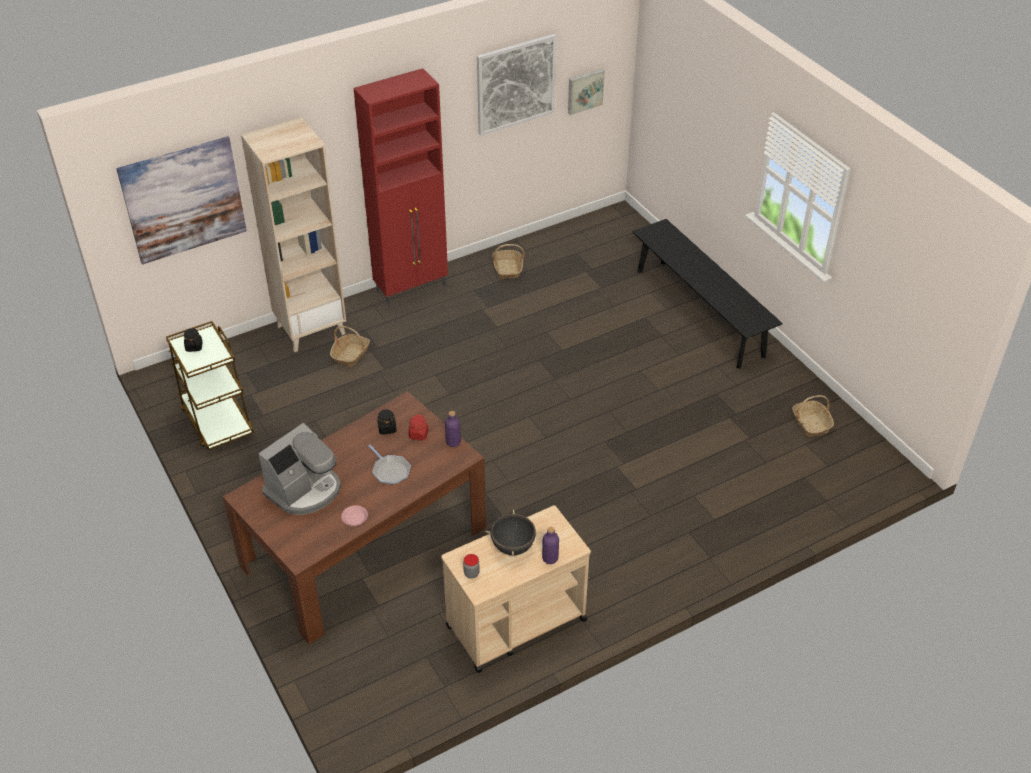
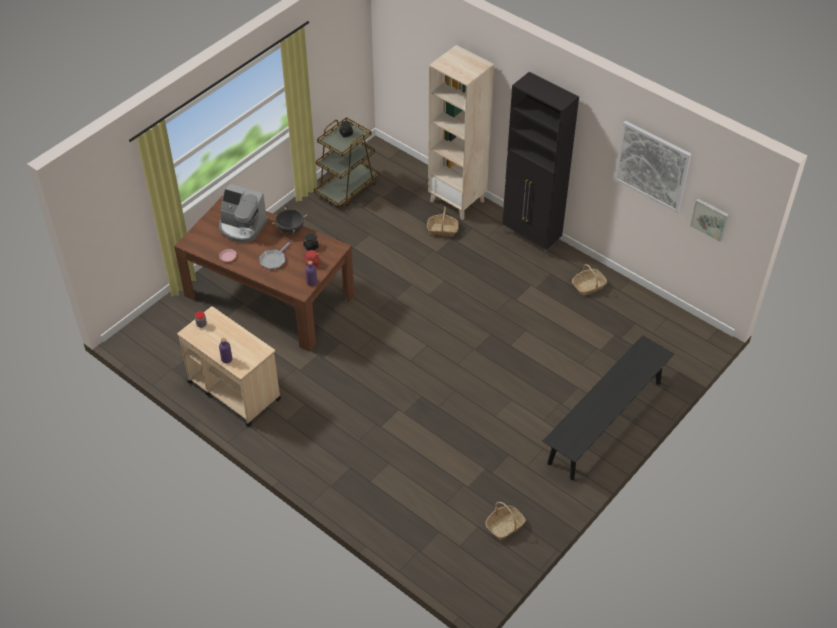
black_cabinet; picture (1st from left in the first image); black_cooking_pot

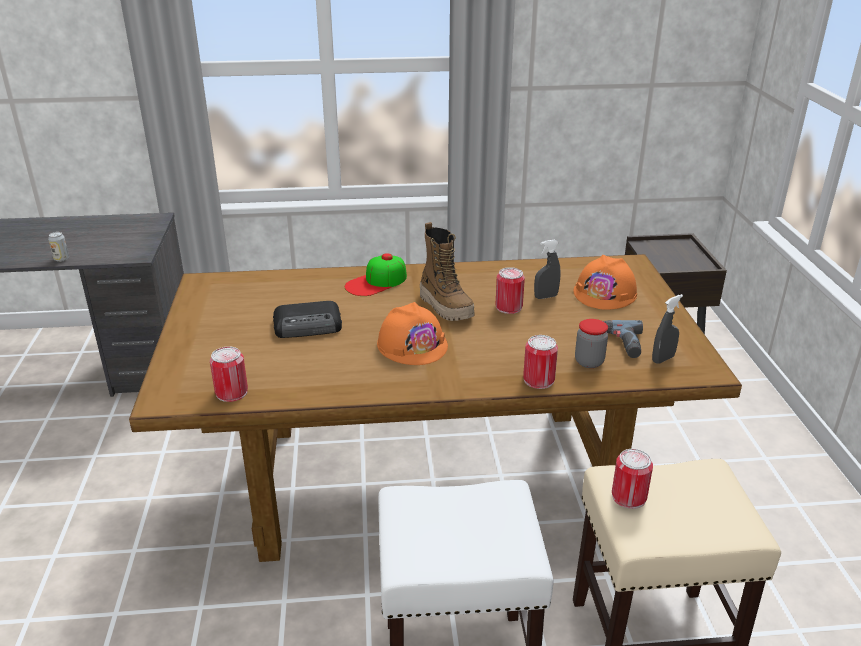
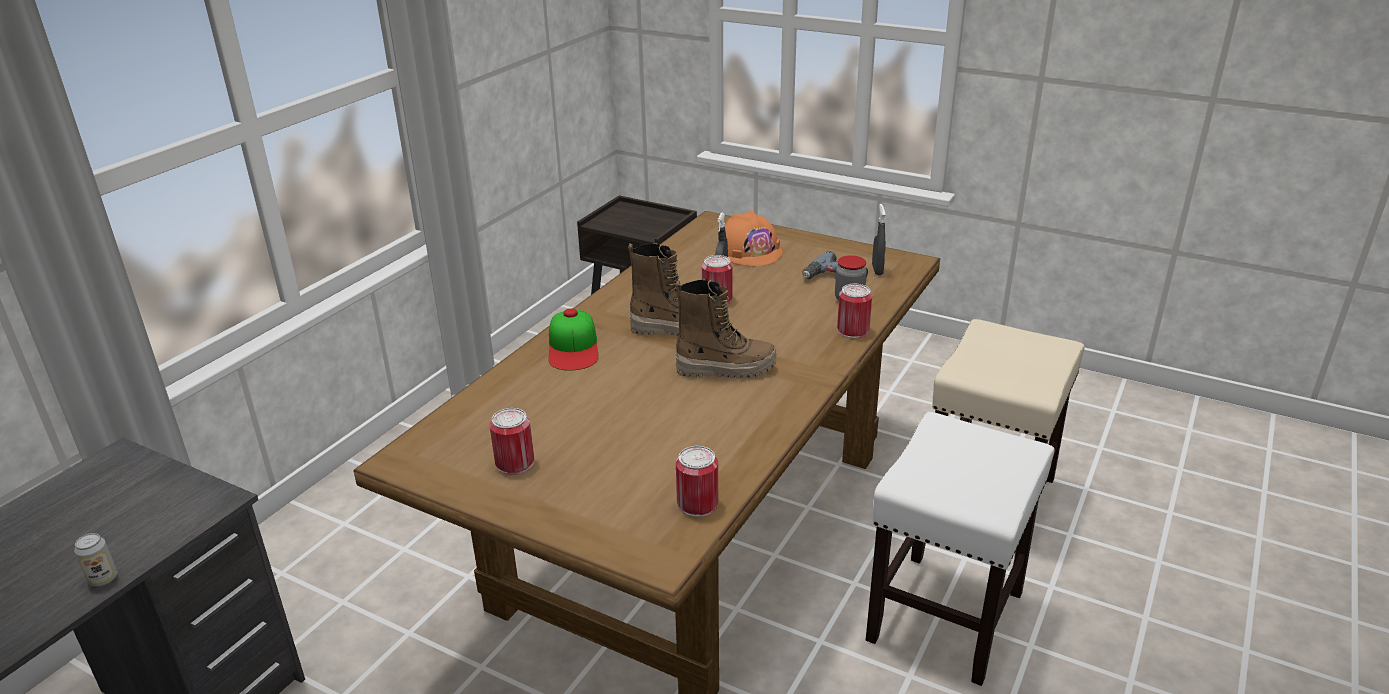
radio; boot (2nd from left); can (2nd from left)

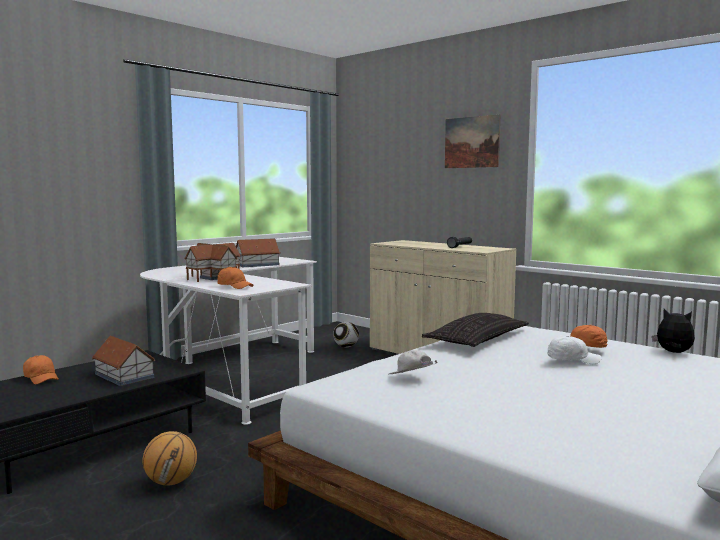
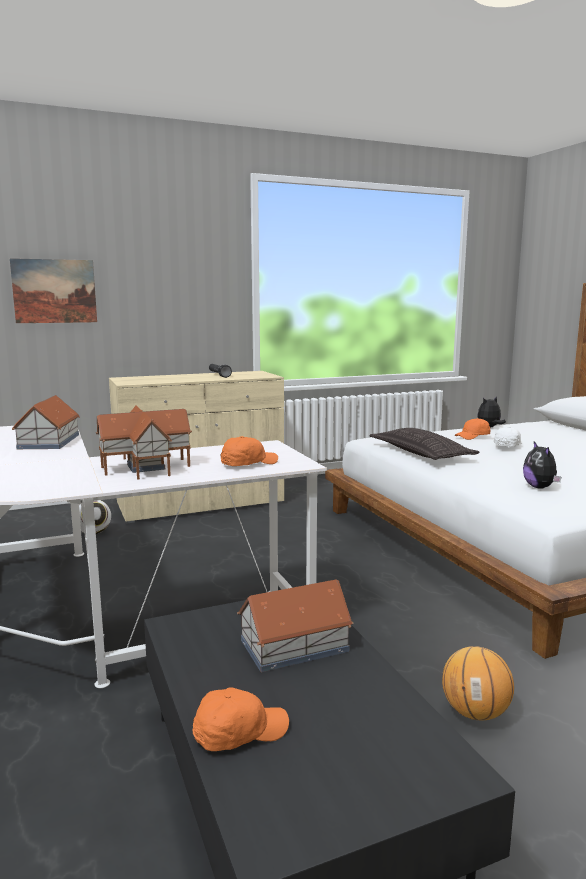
picture; plush_toy (2nd from left)

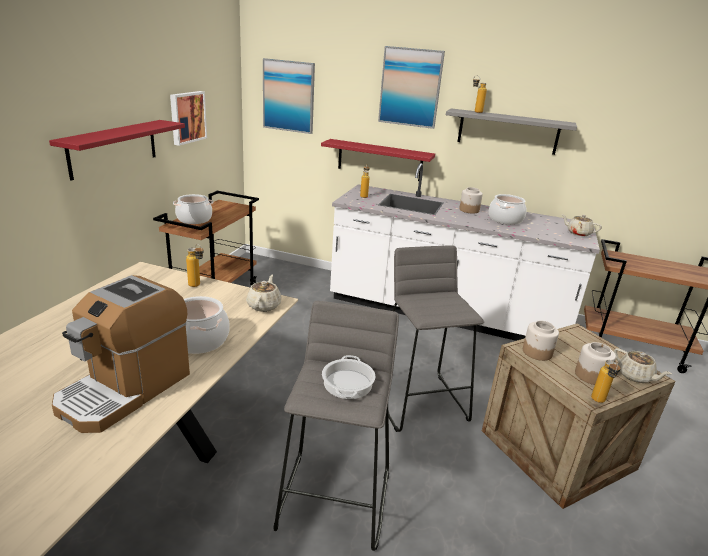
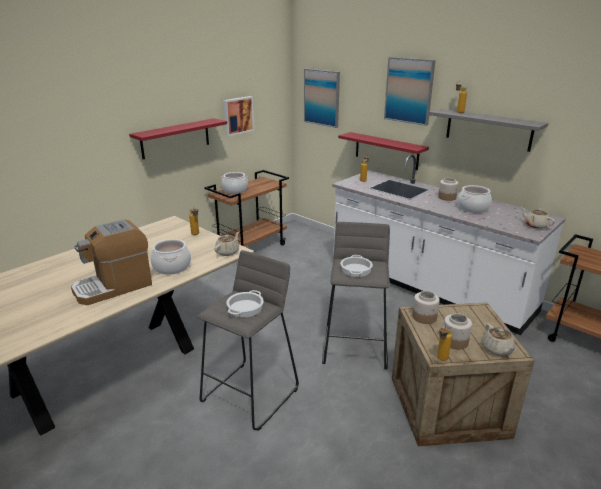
cooking_pot (4th from left)

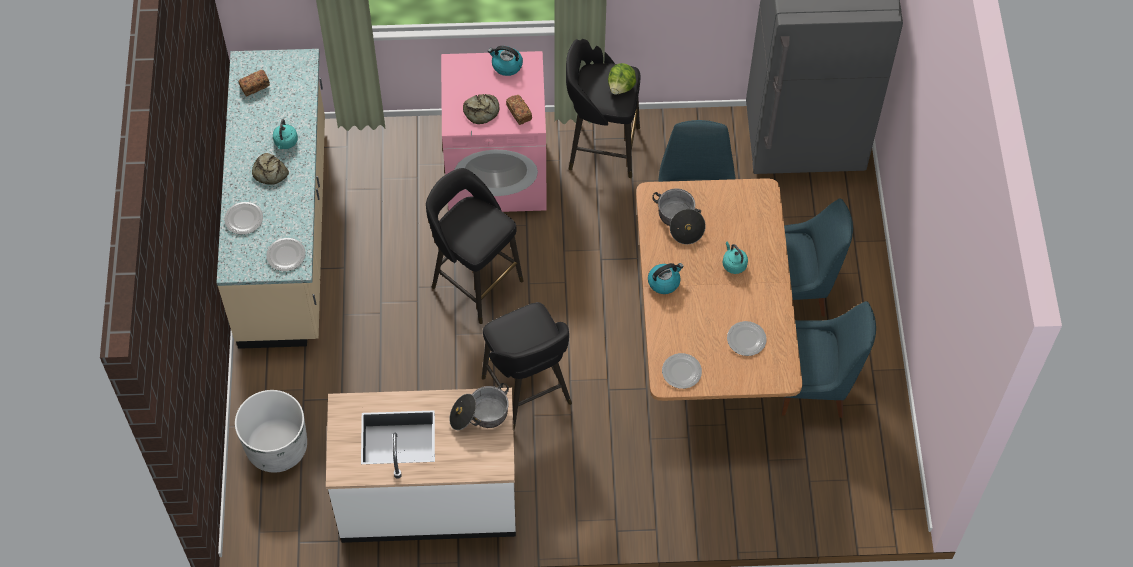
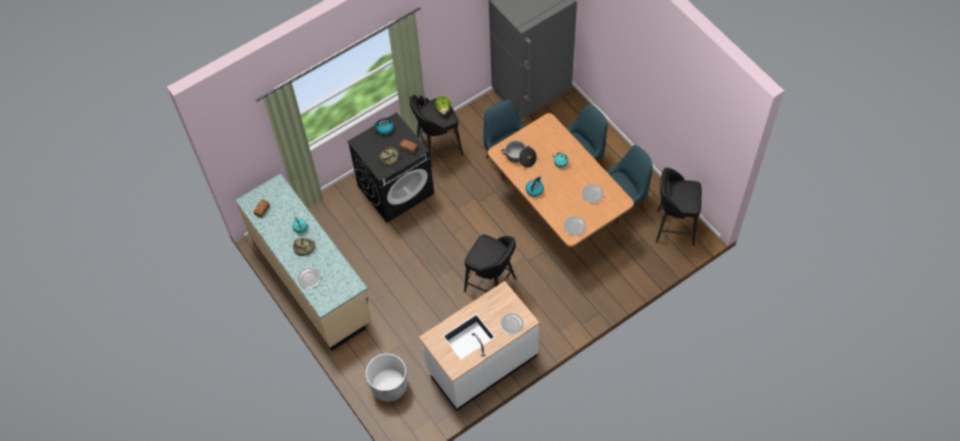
black_washing_machine; black_stool (3rd from left); plate (2nd from left); cooking_pot (1st from left in the first image)

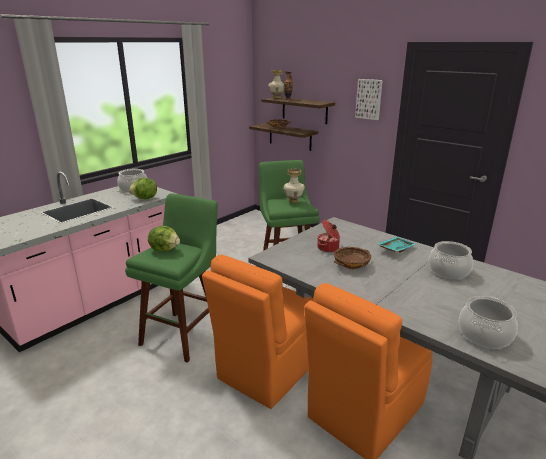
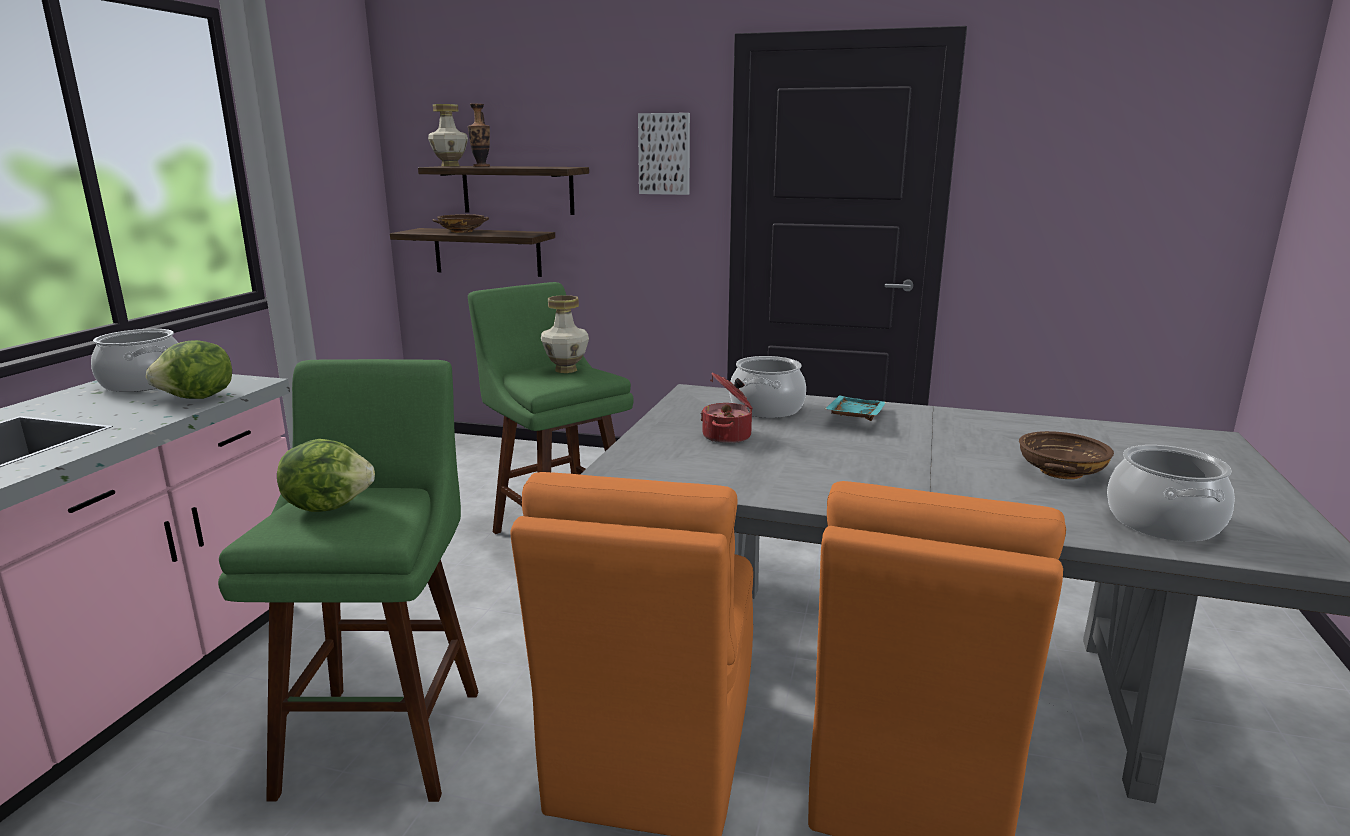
cooking_pot (3rd from left); brown_bowl (2nd from left)

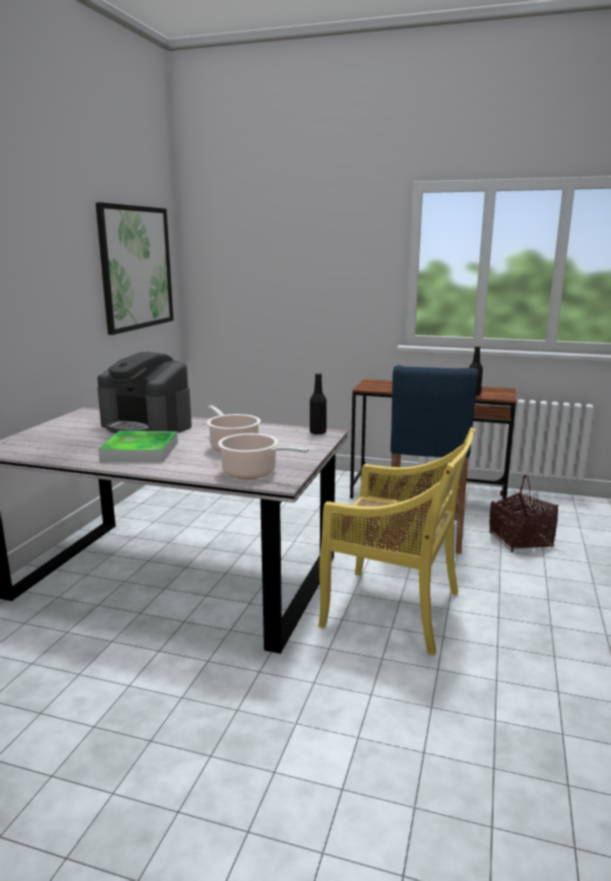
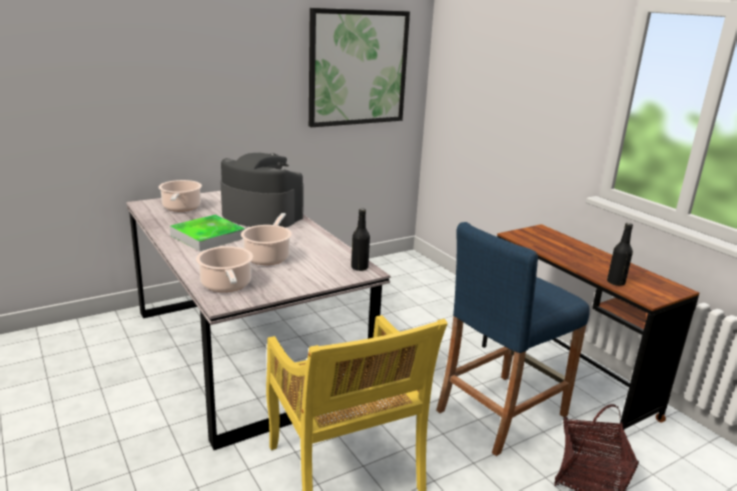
coffee_machine; cooking_pot (1st from left)

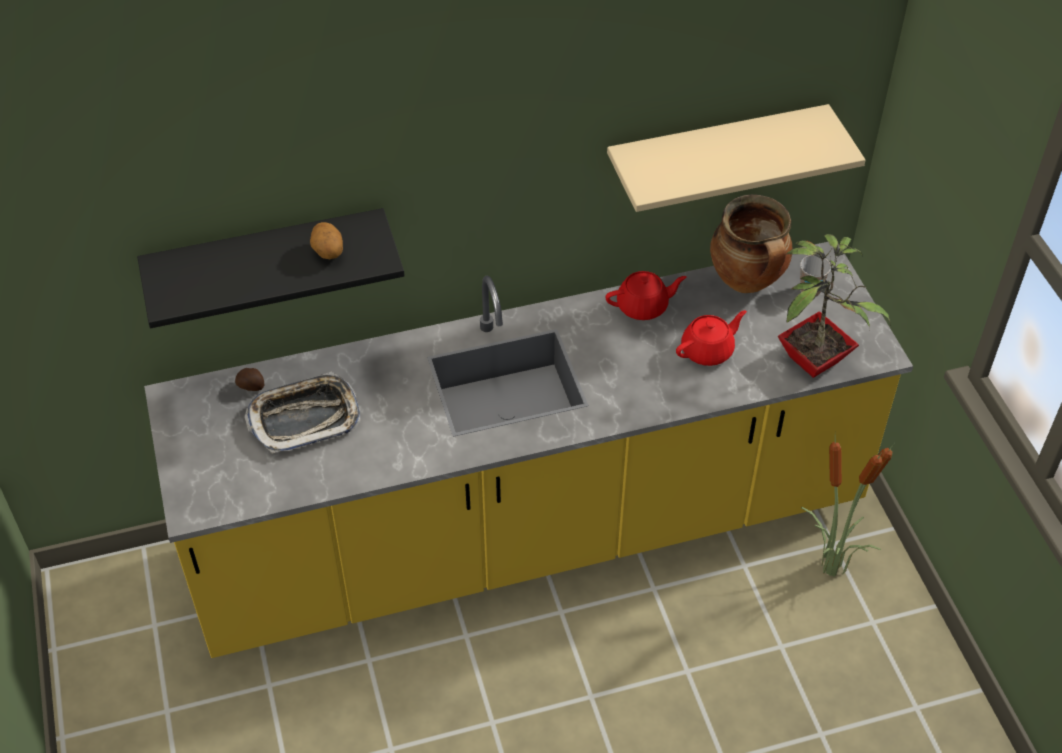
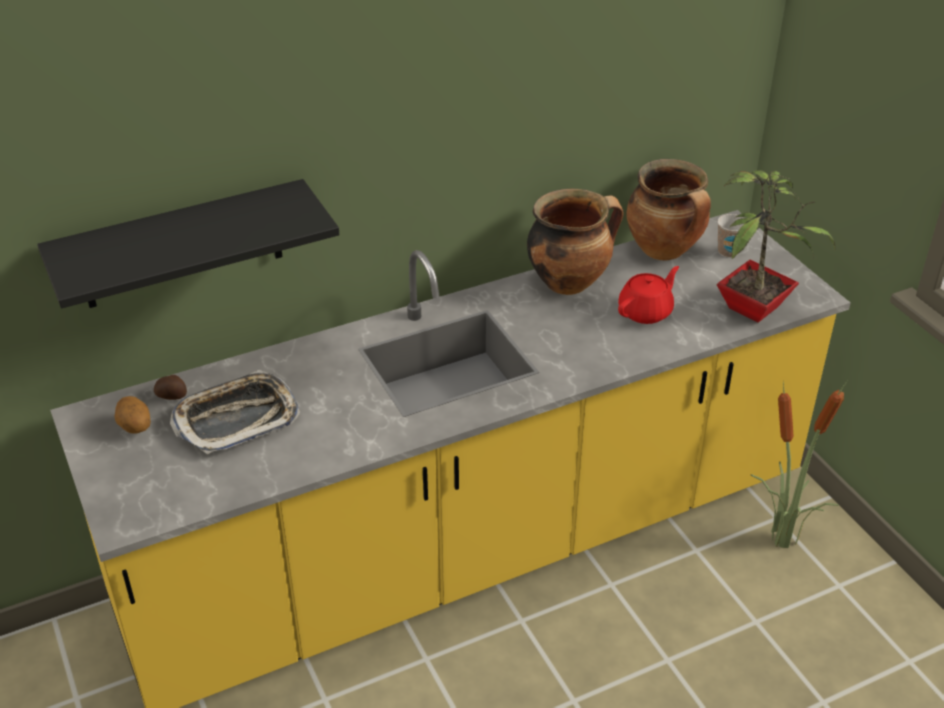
beige_shelf; potato (1st from left); cooking_pot (1st from left)

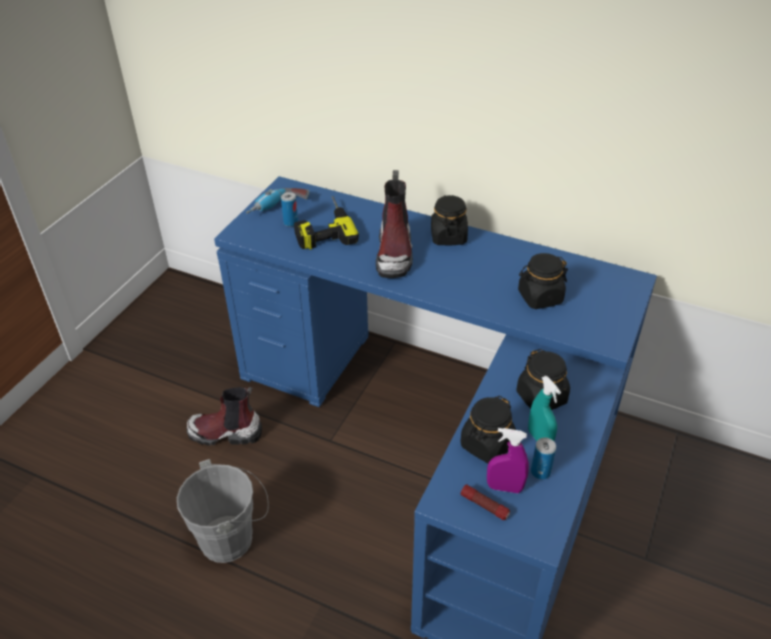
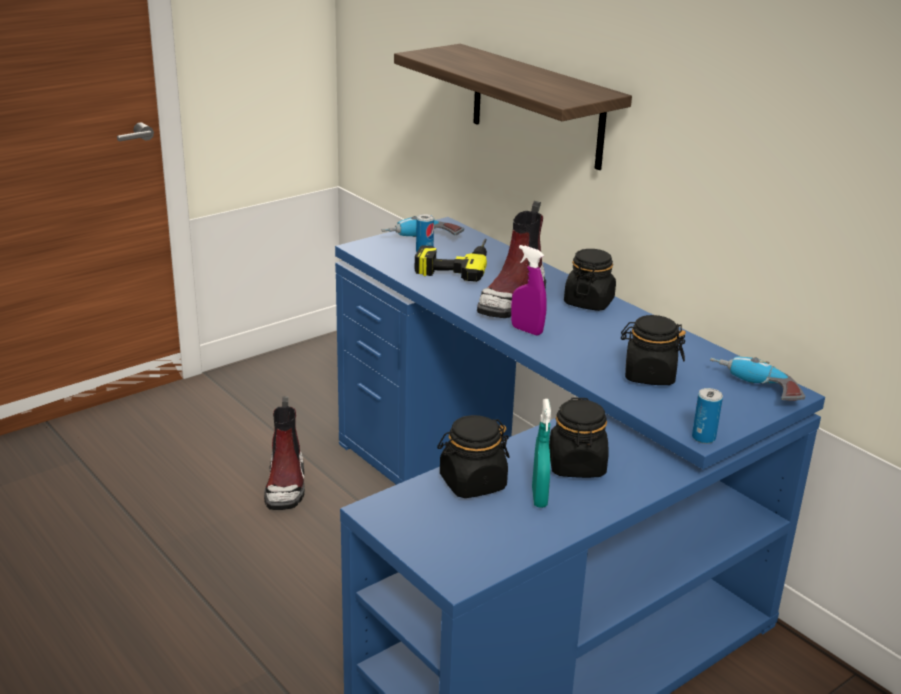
boot (1st from left); purple_spray_bottle; can (2nd from left); grey_bucket; flashlight; shelf; power_drill (3rd from left)

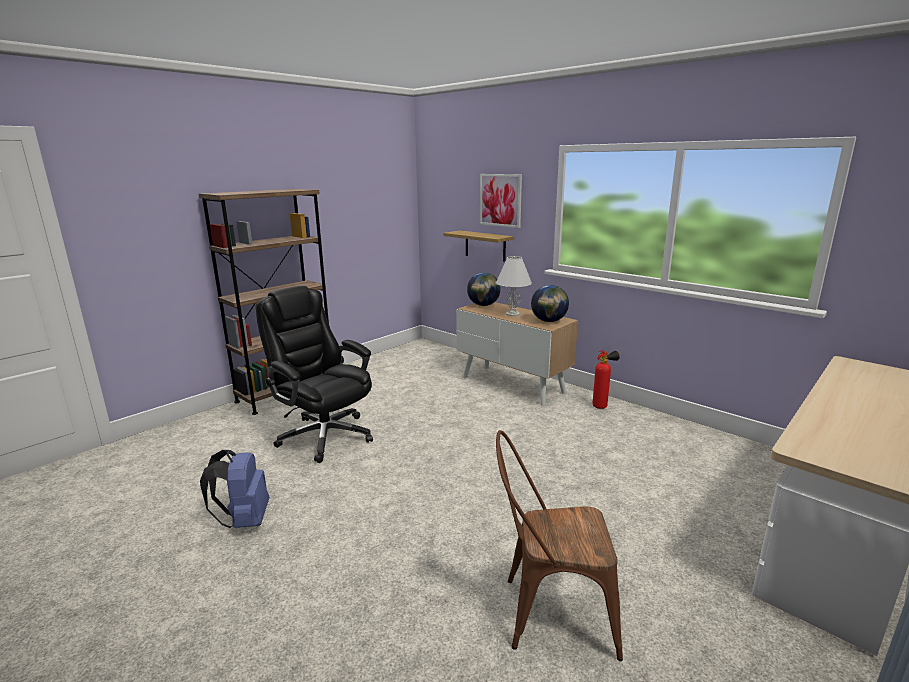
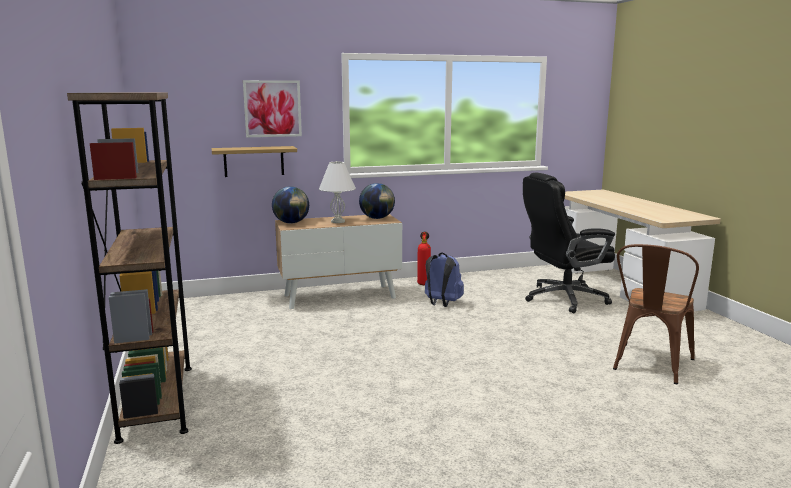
black_office_chair; blue_backpack

